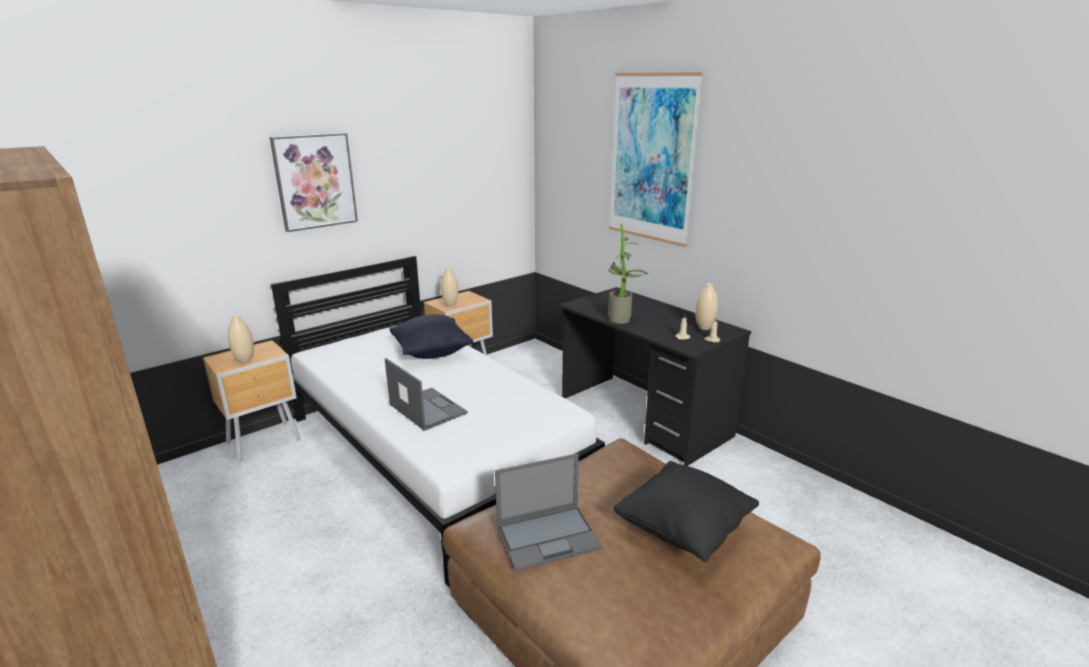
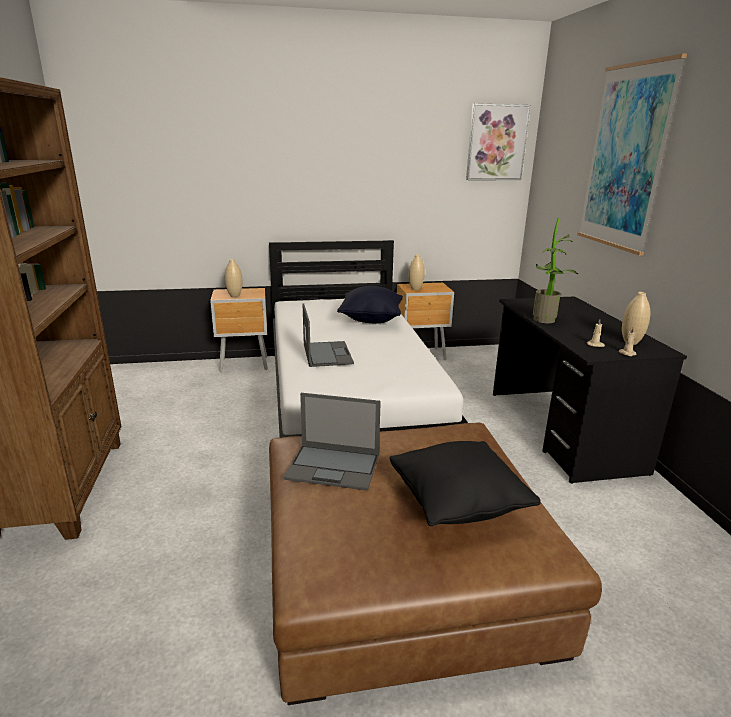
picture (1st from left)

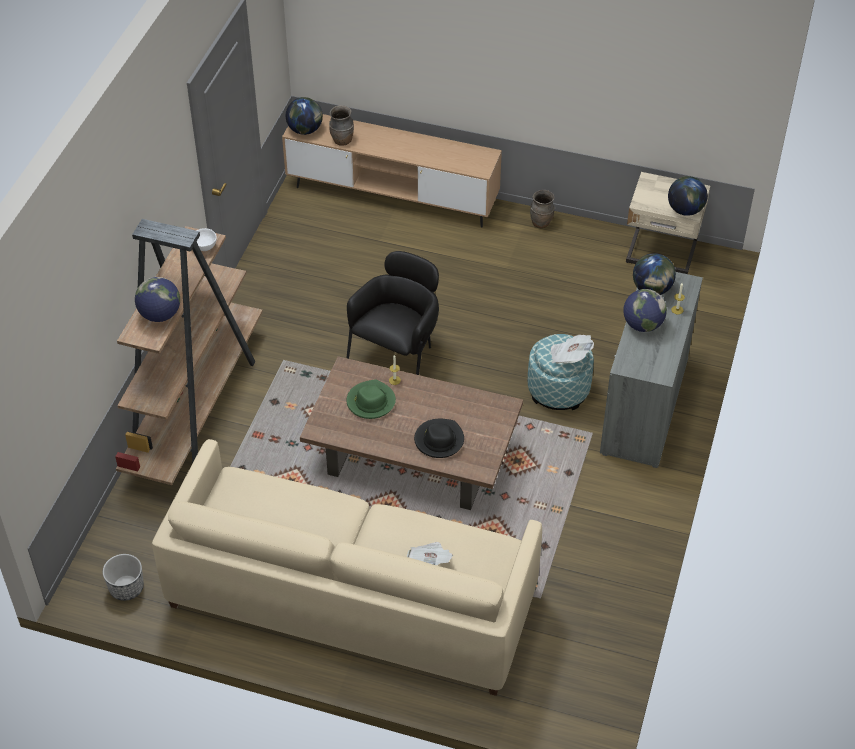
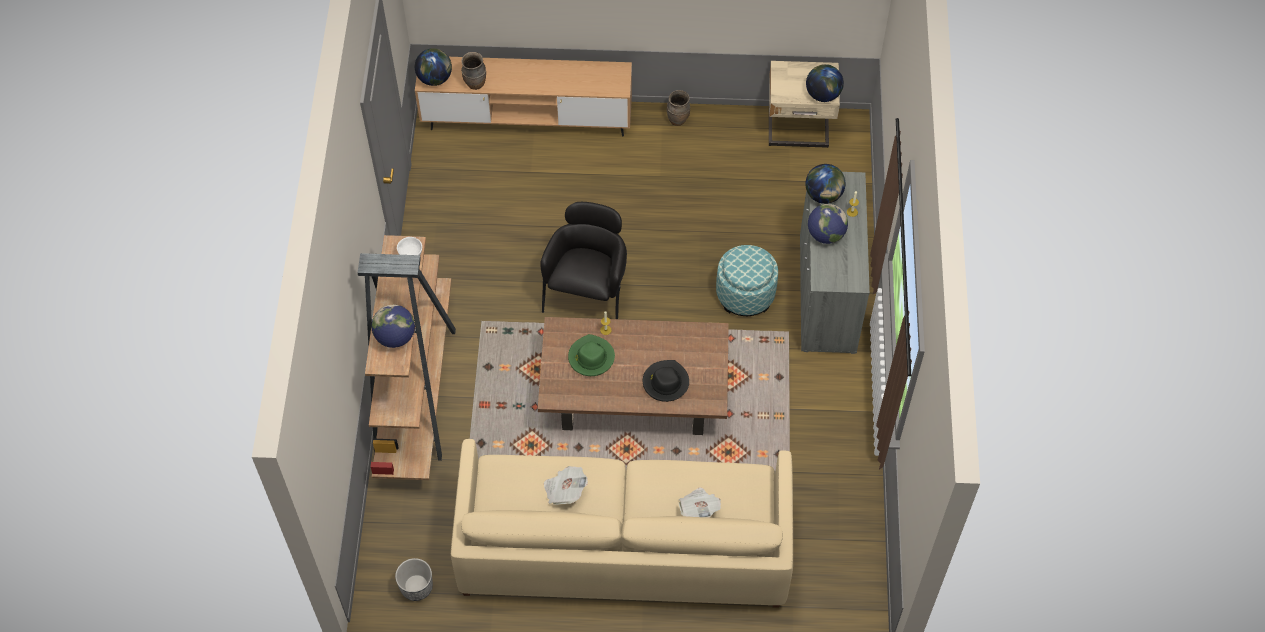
newspaper (1st from left)

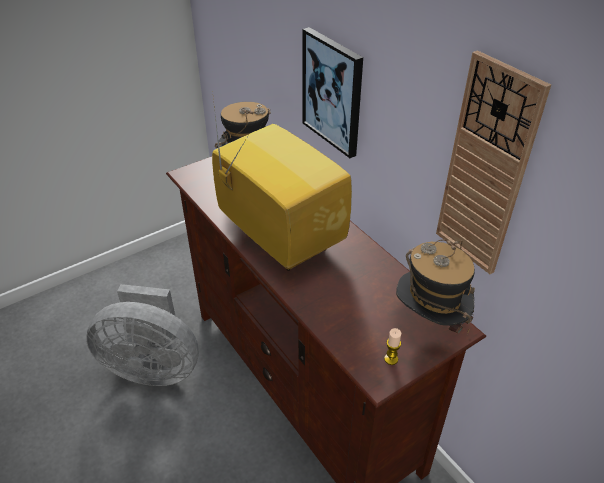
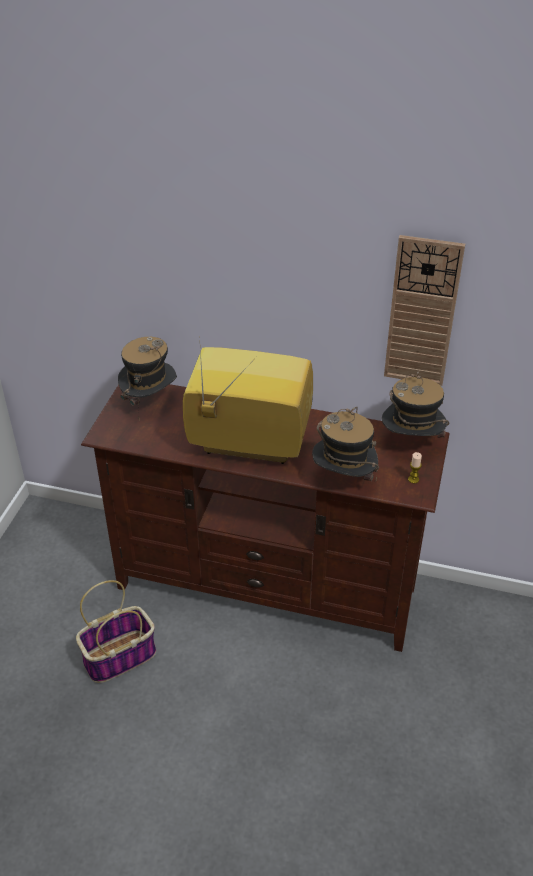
picture; basket; hat (2nd from left)

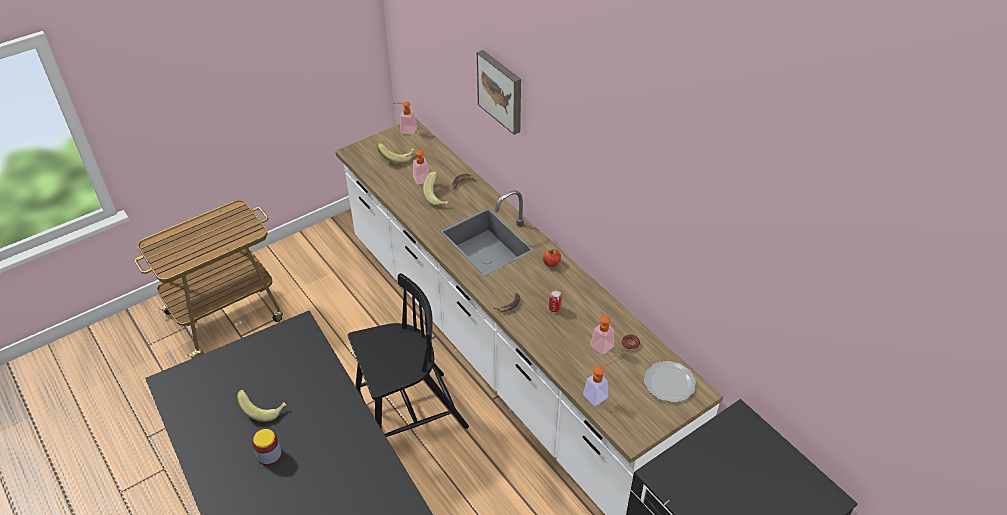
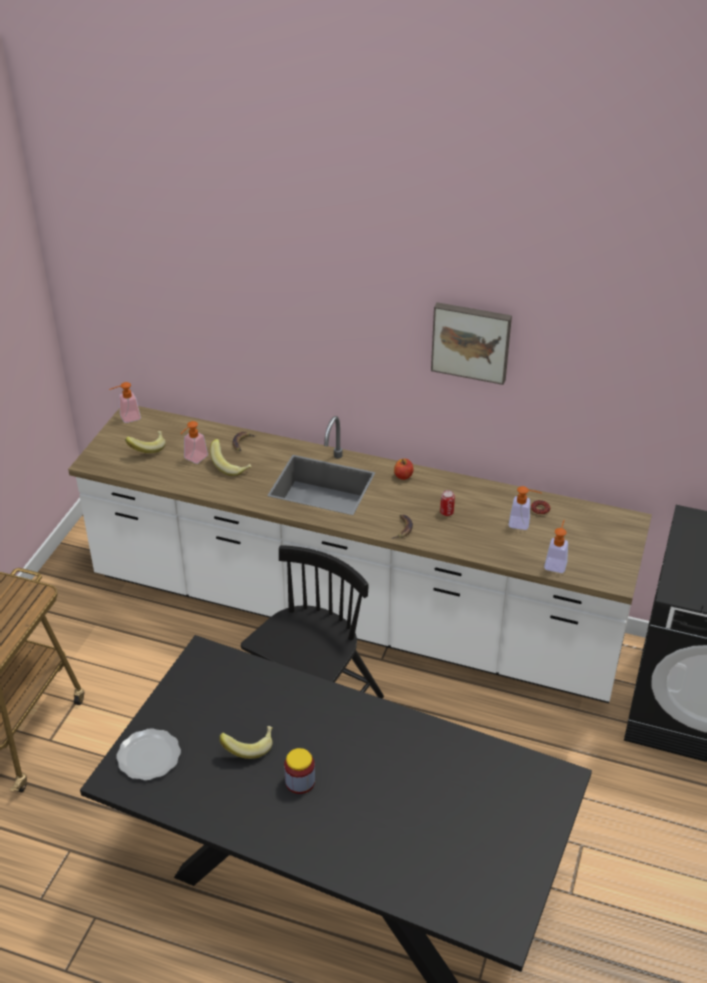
picture; plate

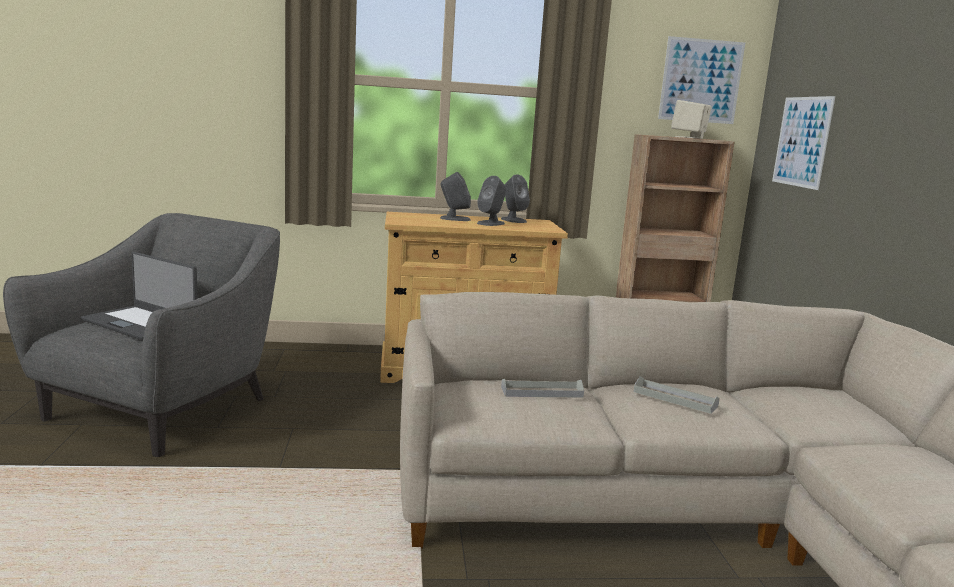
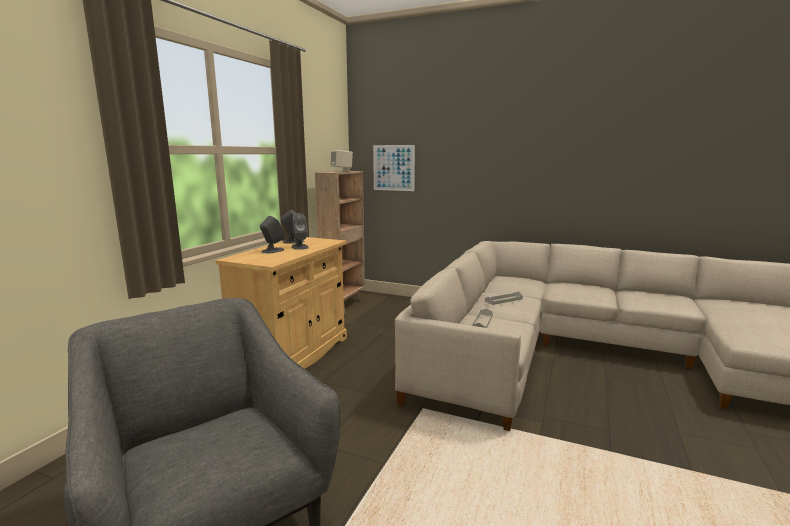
picture (1st from left in the first image); laptop

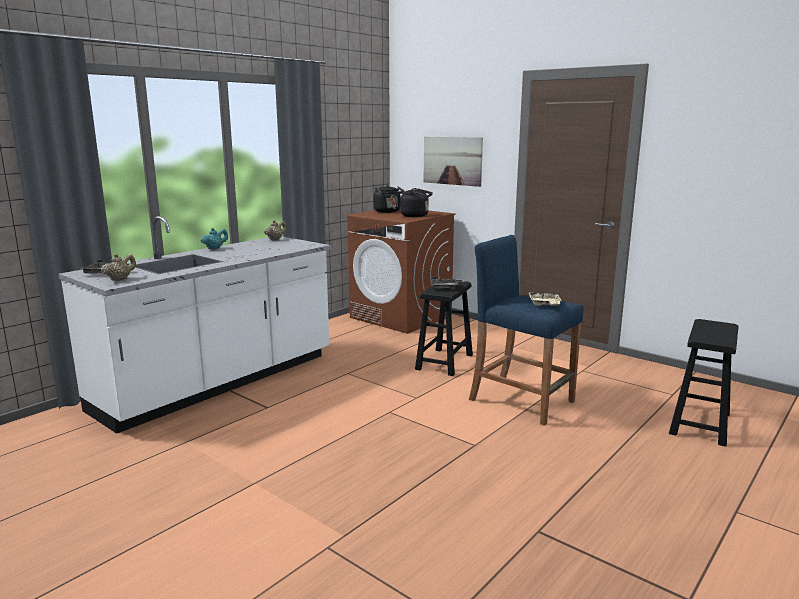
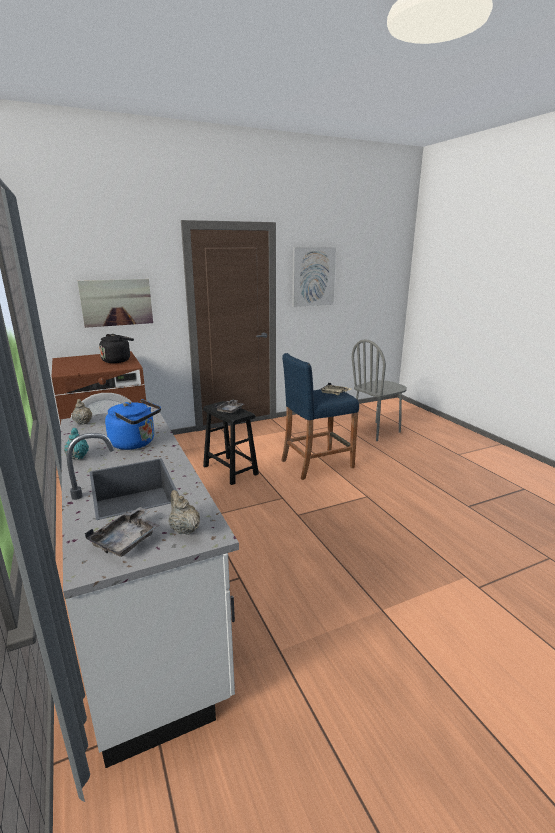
black_kettle (1st from left in the first image); grey_chair; picture (2nd from left); blue_kettle

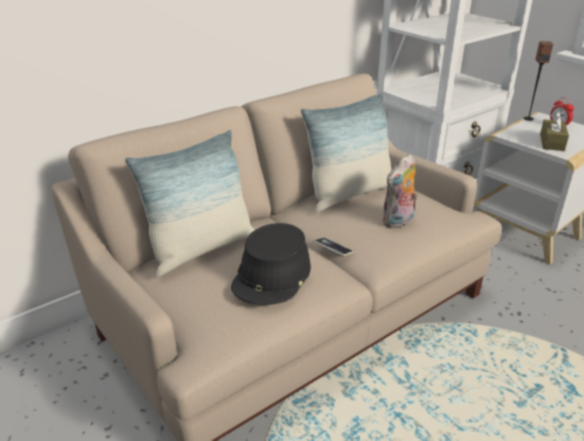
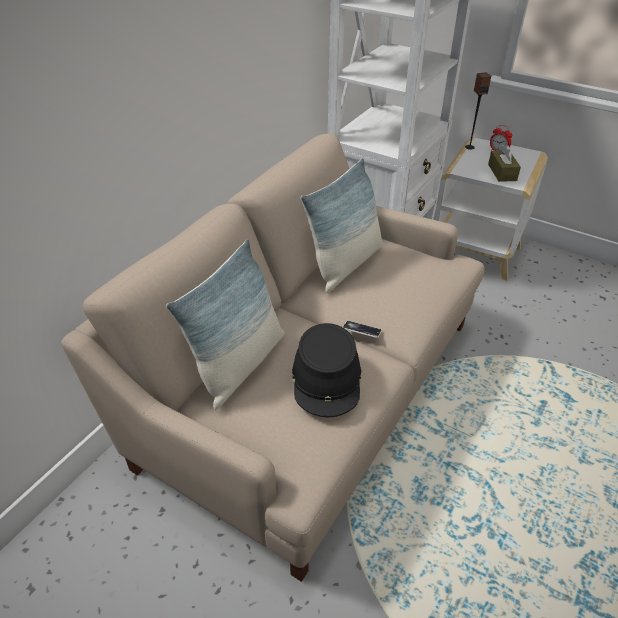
plush_toy

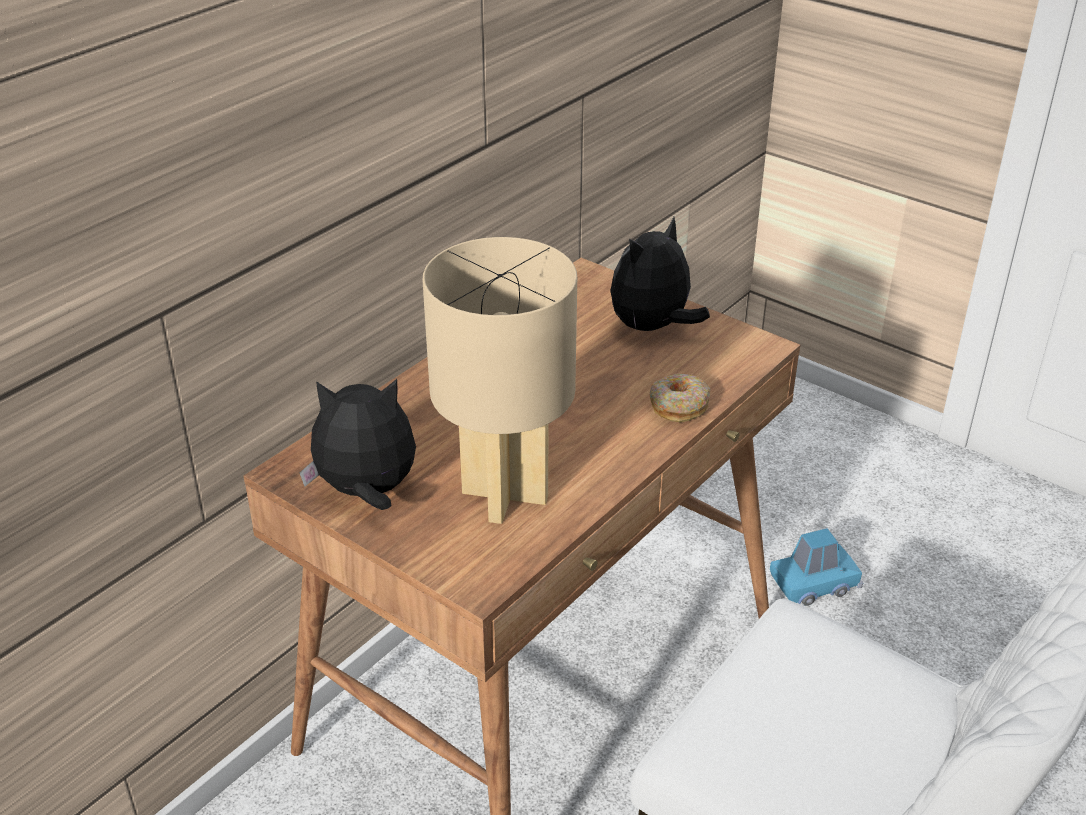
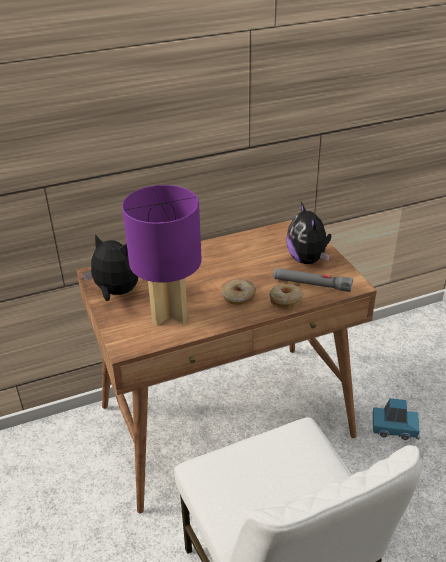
plush_toy (2nd from left); purple_table_lamp; grey_flashlight; donut (1st from left)

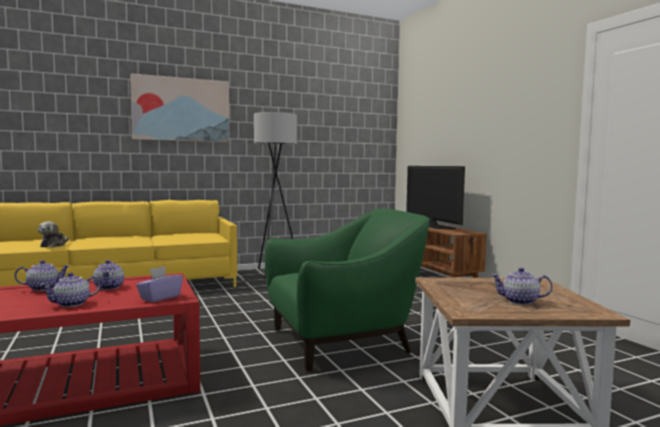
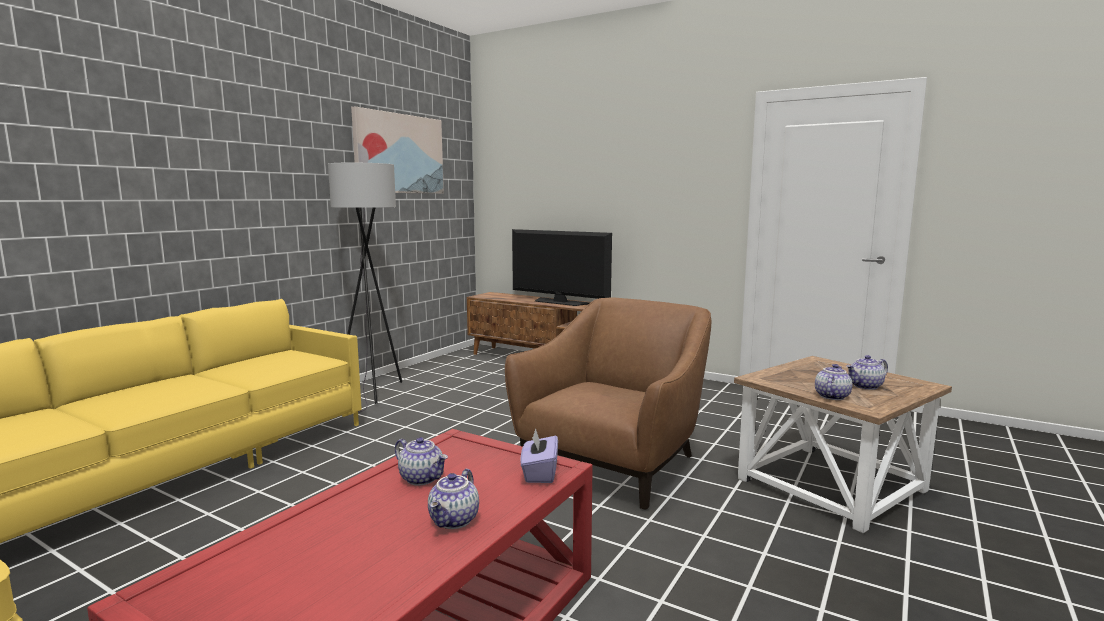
picture; brown_armchair; plush_toy; teapot (3rd from left)

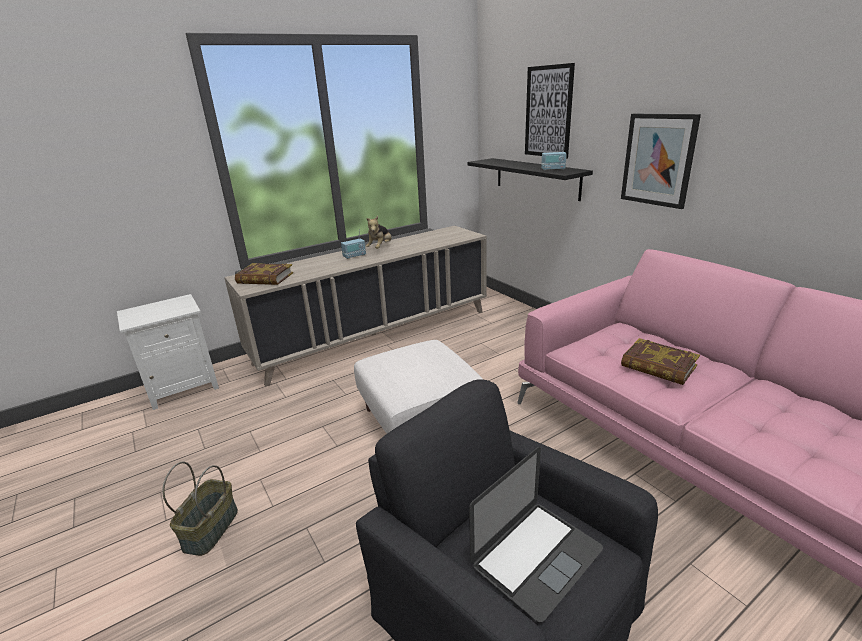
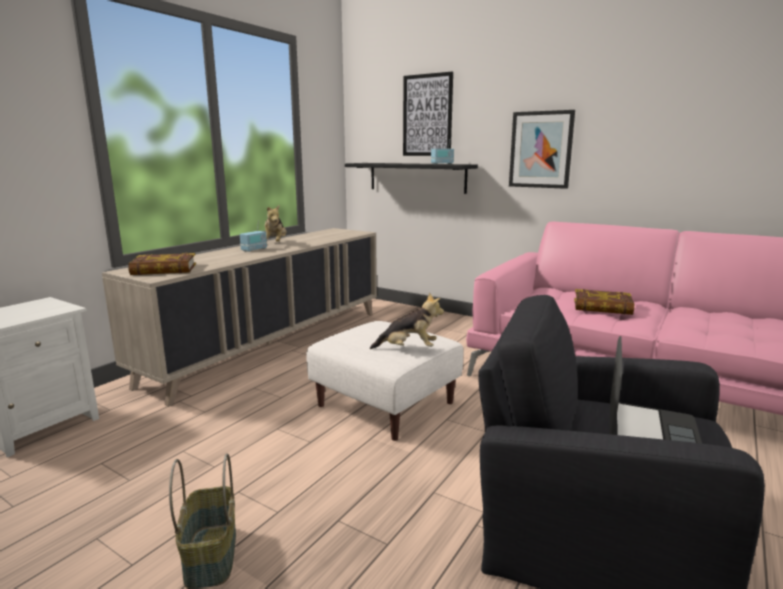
plush_toy (2nd from left)

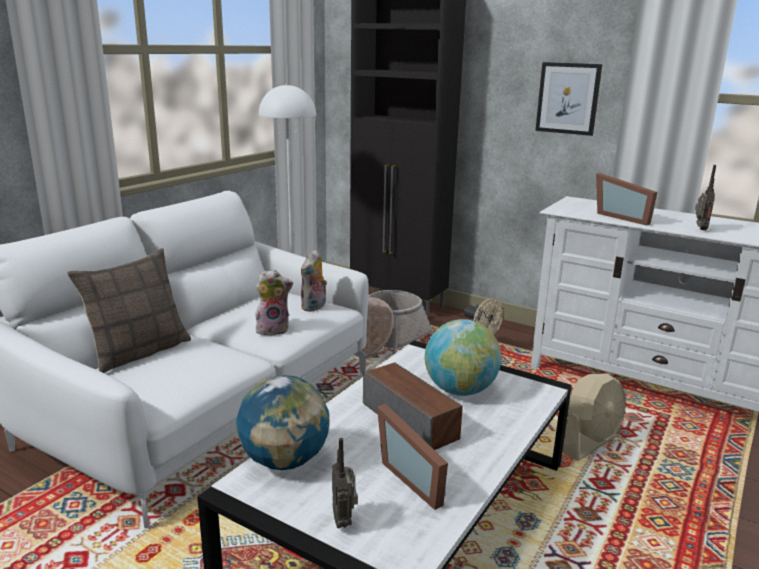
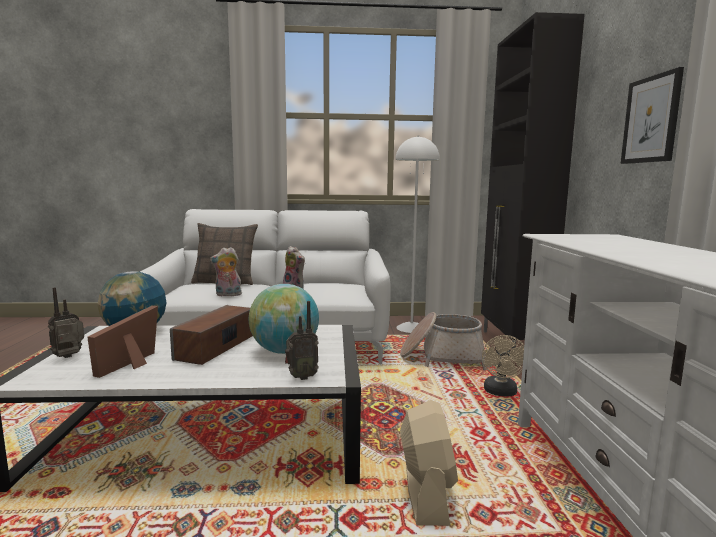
radio (2nd from left); picture_frame (2nd from left in the first image); plush_toy (1st from left); beige_fan (1st from left)

